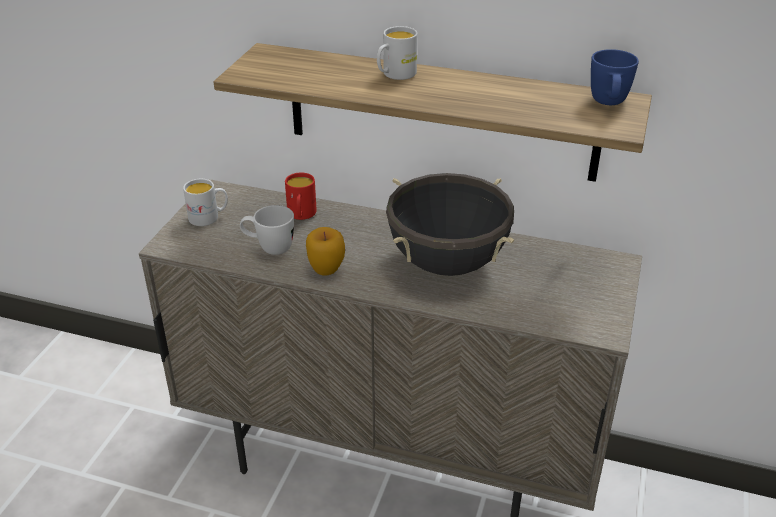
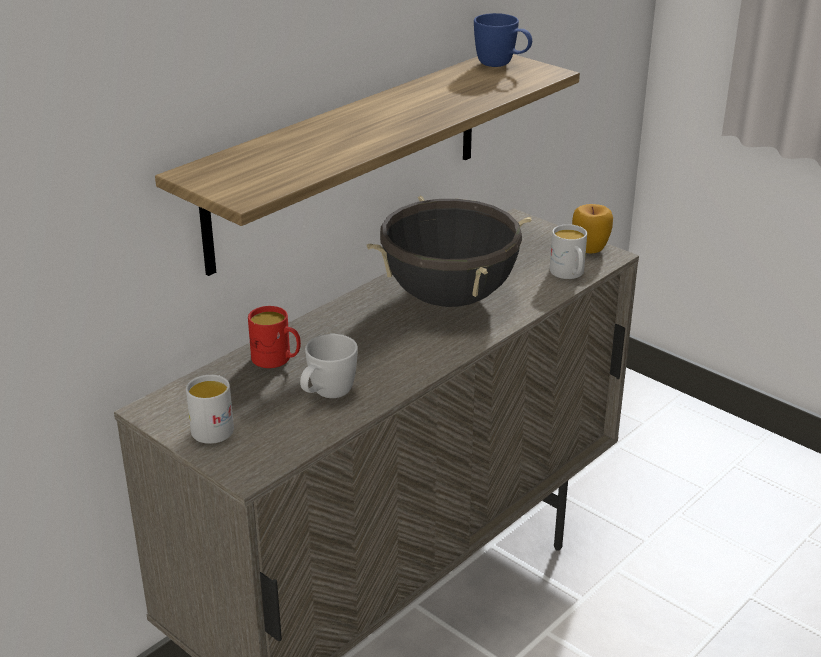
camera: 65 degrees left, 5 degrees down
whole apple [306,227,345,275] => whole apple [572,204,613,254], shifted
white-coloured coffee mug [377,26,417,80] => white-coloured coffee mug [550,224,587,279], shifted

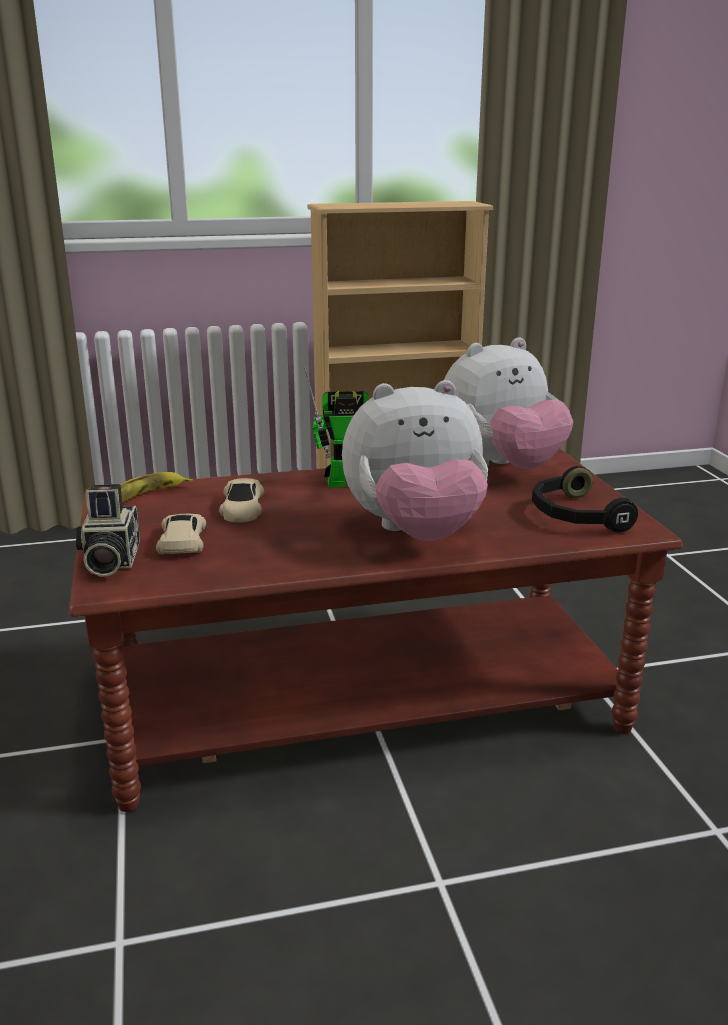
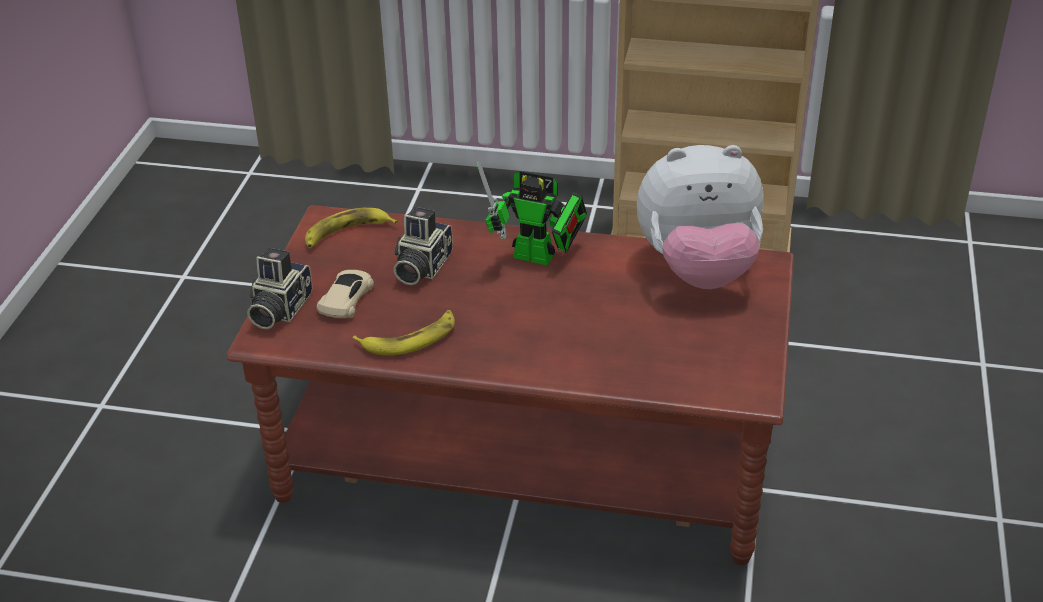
camera: 25 degrees right, 15 degrees up
plush toy [342,380,488,541] => nothing
black headset [532,466,638,533] => nothing
nothing => banana [353,310,455,355]
beige-coloured toy car [219,478,264,523] => photo camera [393,207,453,285]

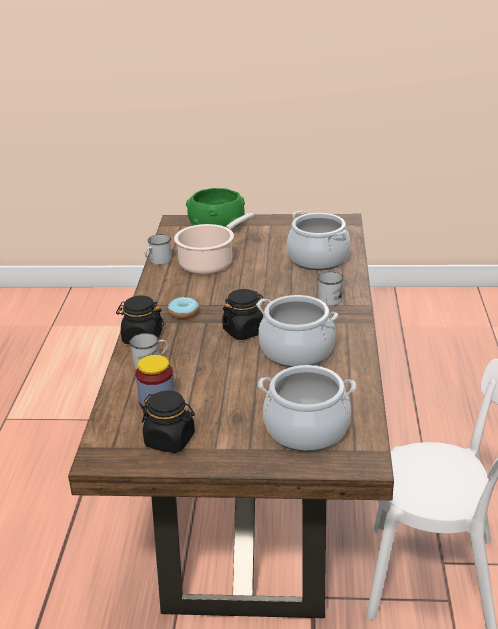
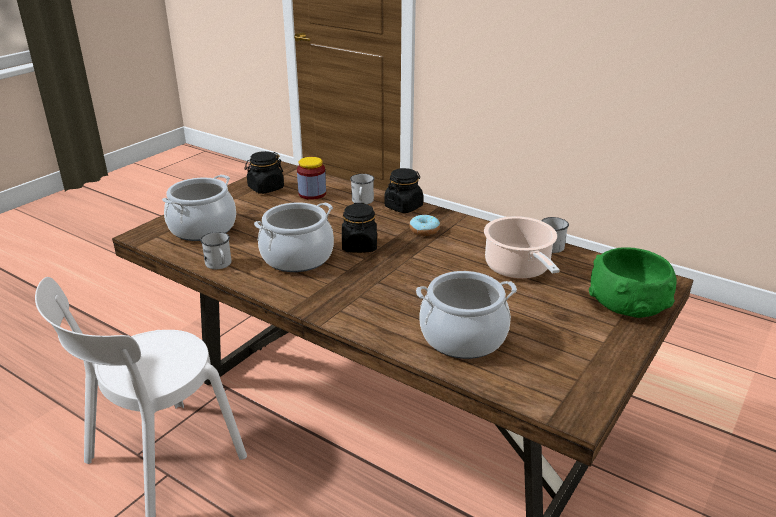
camera: 120 degrees right, 0 degrees up
white-coloured coffee mug [318,272,344,306] => white-coloured coffee mug [200,232,231,269], shifted

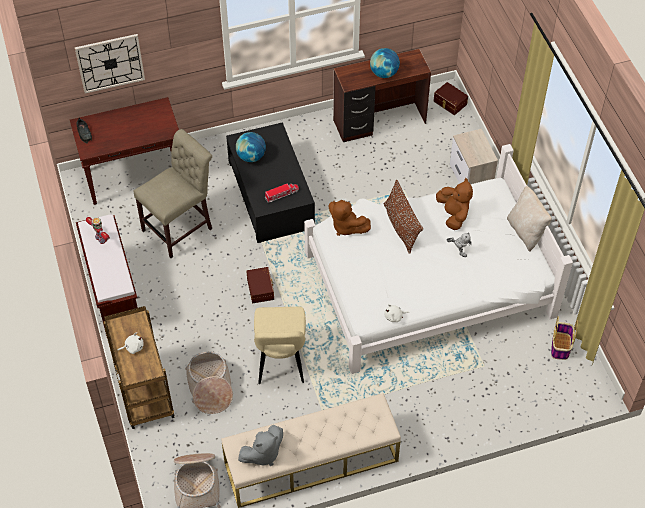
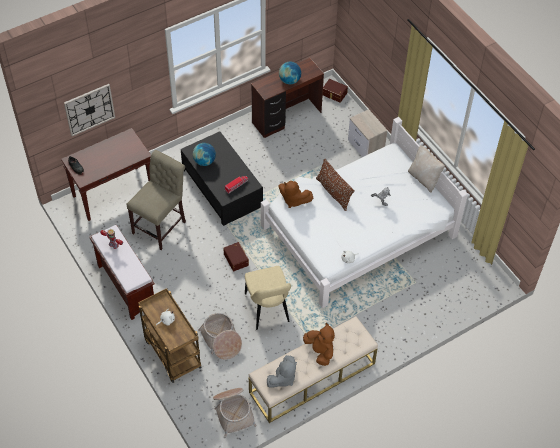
camera: 15 degrees left, 0 degrees up
storage basket [551,316,578,360] => nothing
brownish plush toy [436,178,473,230] => brownish plush toy [303,323,335,366], shifted

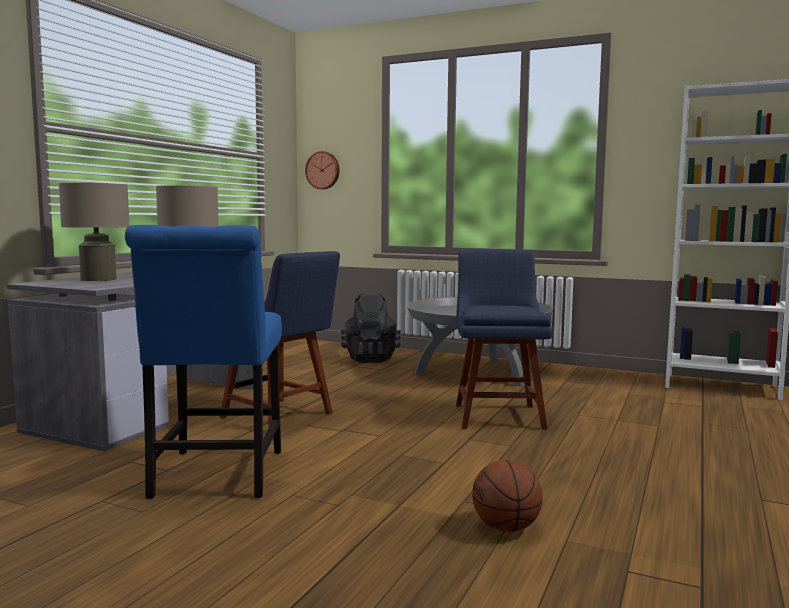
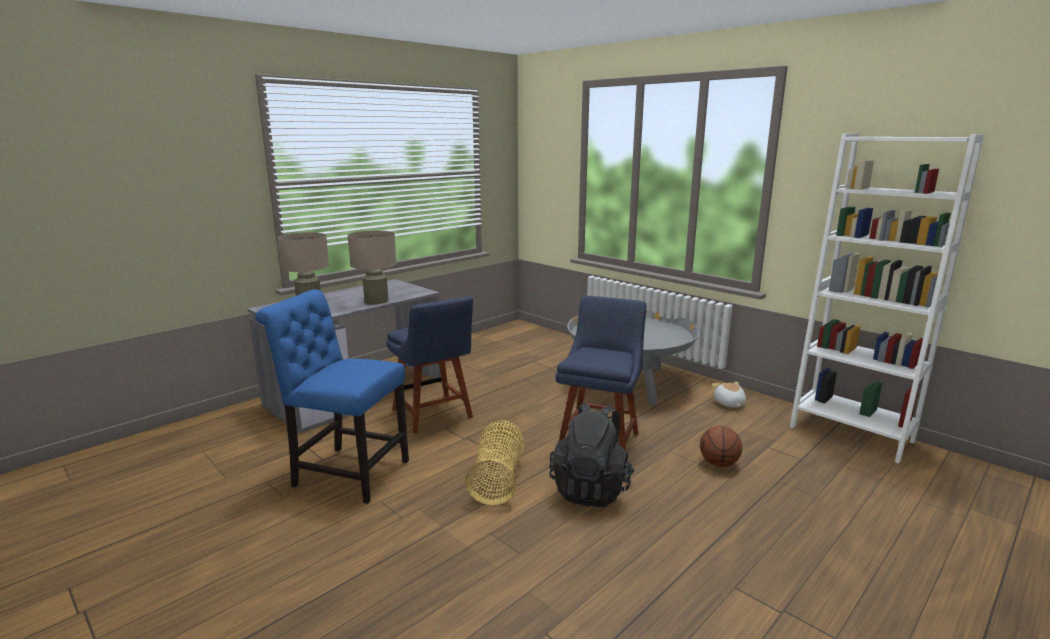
camera: 20 degrees right, 10 degrees up
clock on the wall [305,151,340,189] => nothing
nothing => storage basket [465,420,524,505]
nothing => plush toy [712,382,746,408]
black knapsack [341,294,401,363] => black knapsack [549,402,634,507], shifted
basketball [472,460,543,532] => basketball [700,426,742,467], shifted
blue upright chair [125,225,282,499] => blue upright chair [255,289,409,504], 90 degrees clockwise

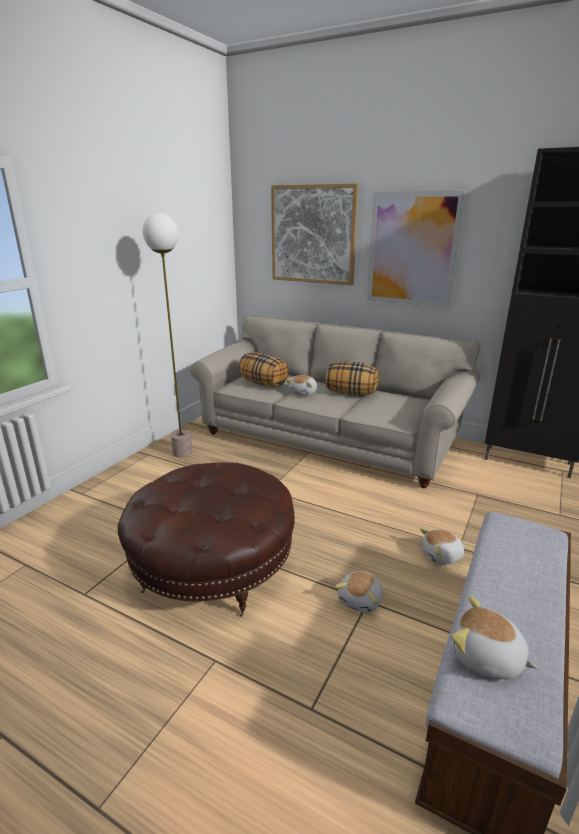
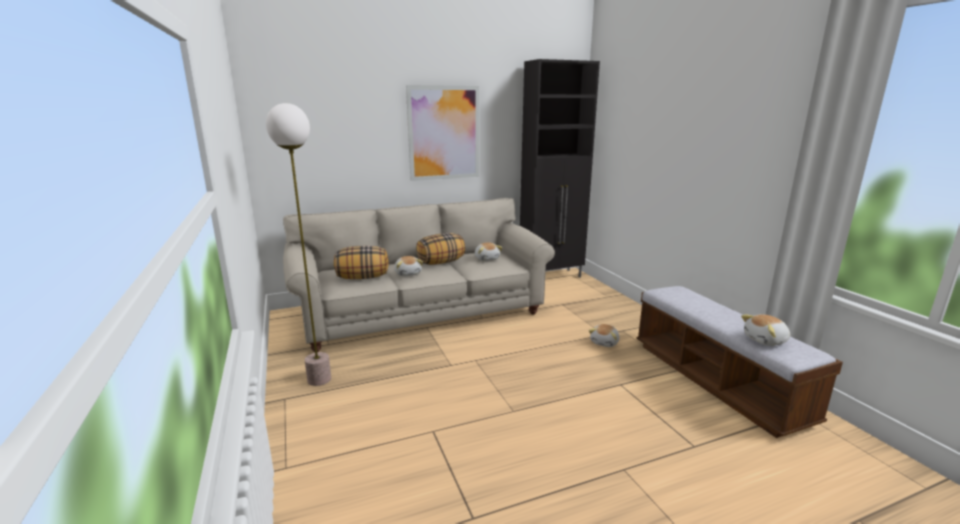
camera: 50 degrees left, 5 degrees down
brownish ottoman [118,462,295,617] => nothing
wall picture [271,183,359,286] => nothing
plush toy [335,571,383,613] => plush toy [475,242,503,261], shifted

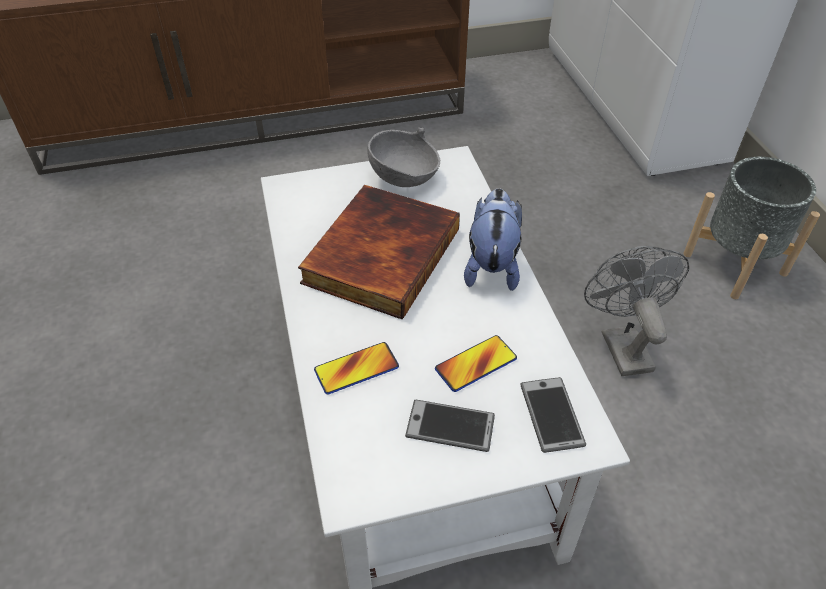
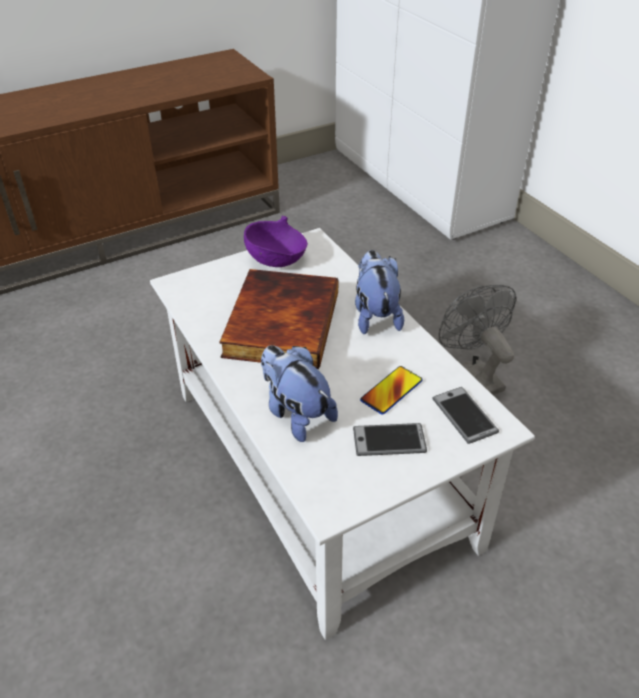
camera: 15 degrees left, 5 degrees down
grey plant pot [683,157,820,299] => nothing
phone [314,342,399,394] => plush toy [261,345,338,442]
grey serving bowl [367,127,440,187] => purple-coloured serving bowl [244,216,308,267]

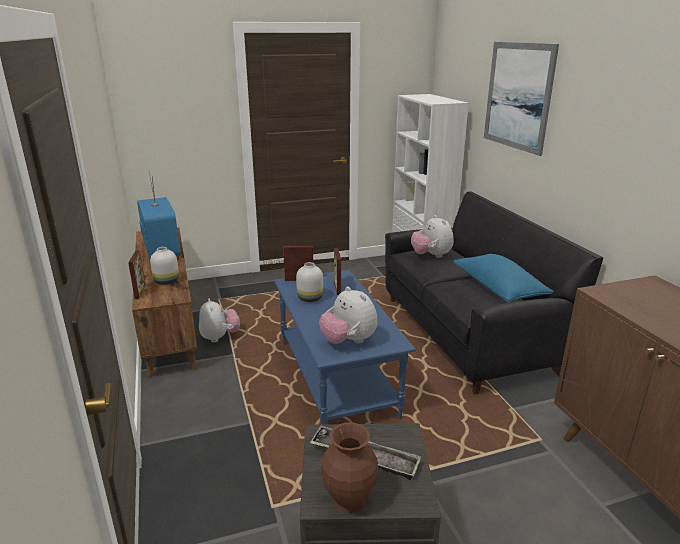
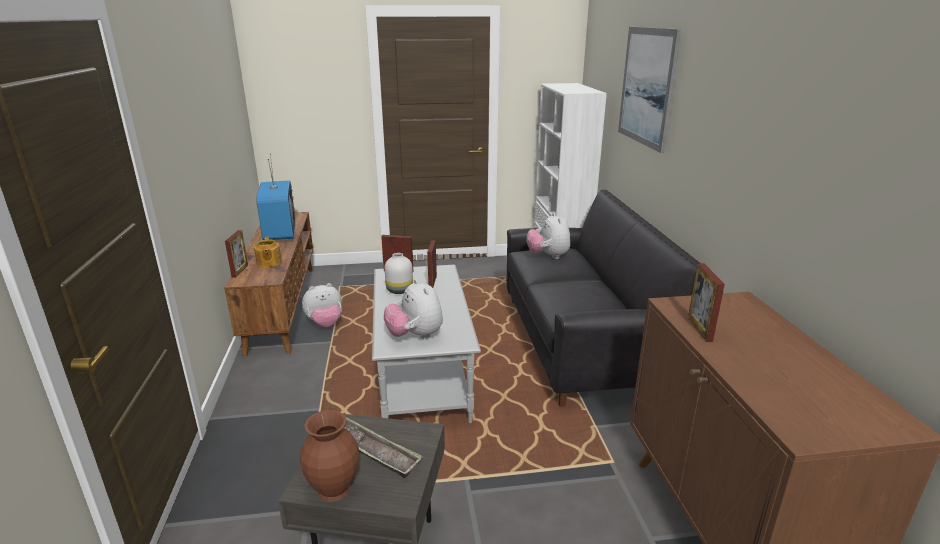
camera: 10 degrees right, 0 degrees up
blue throw pillow [453,254,554,302] => nothing
nothing => picture frame [688,263,725,342]
white-coloured flower vase [150,247,179,285] => teapot [254,237,282,267]
blue low table [274,270,416,425] => grey low table [372,265,481,423]
plush toy [199,299,240,343] => plush toy [302,283,342,327], 75 degrees clockwise

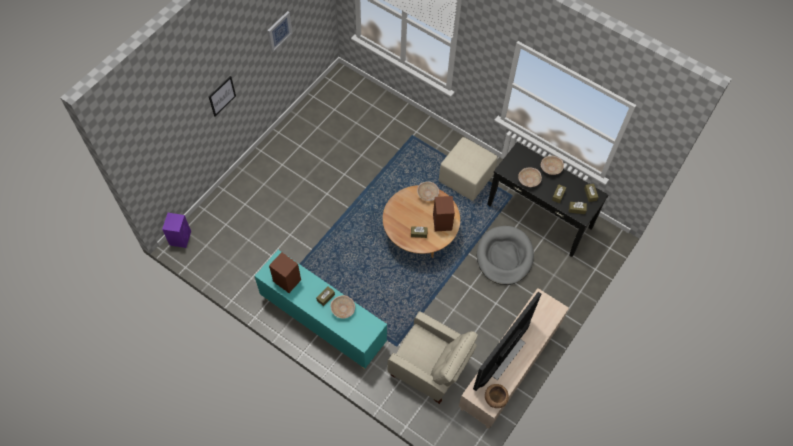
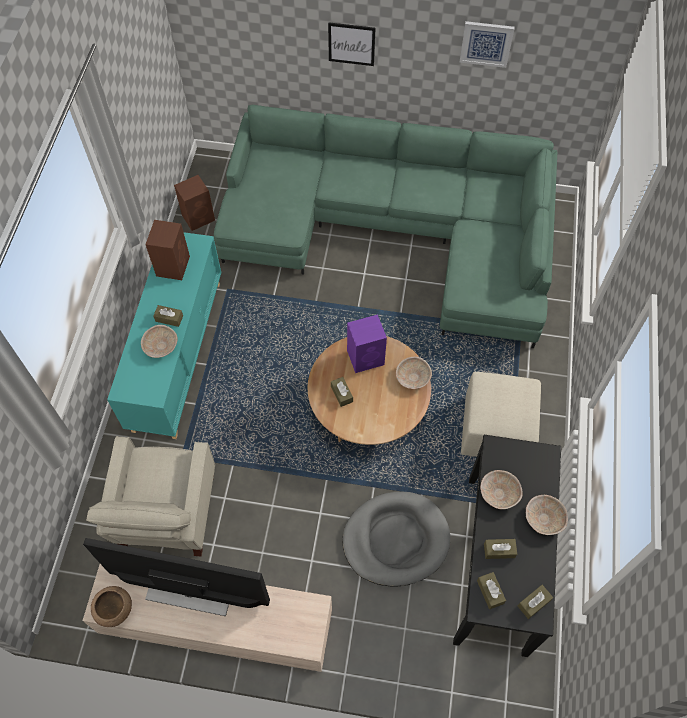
camera: 65 degrees right, 0 degrees up
nothing => greenish settee [214,105,558,348]
purple-coloured audio speaker [162,213,191,248] => purple-coloured audio speaker [347,314,387,373], shifted
brownish audio speaker [433,196,455,231] => brownish audio speaker [174,175,215,231], shifted

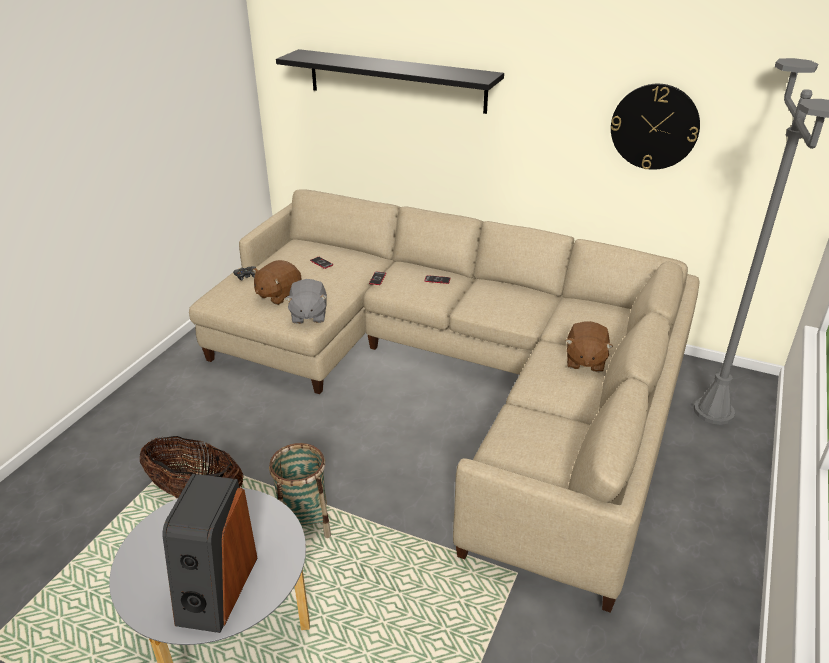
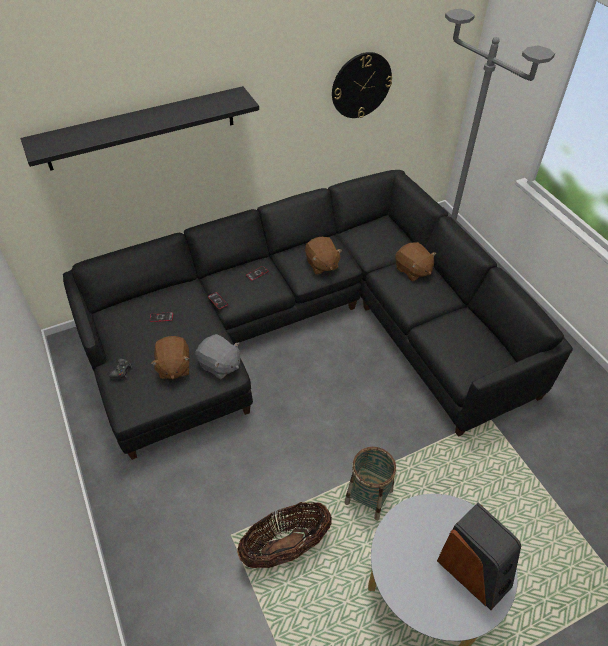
camera: 50 degrees left, 15 degrees up
nothing => brownish plush toy [305,237,342,275]
beige-coloured settee [189,189,699,613] => black settee [63,170,573,460]

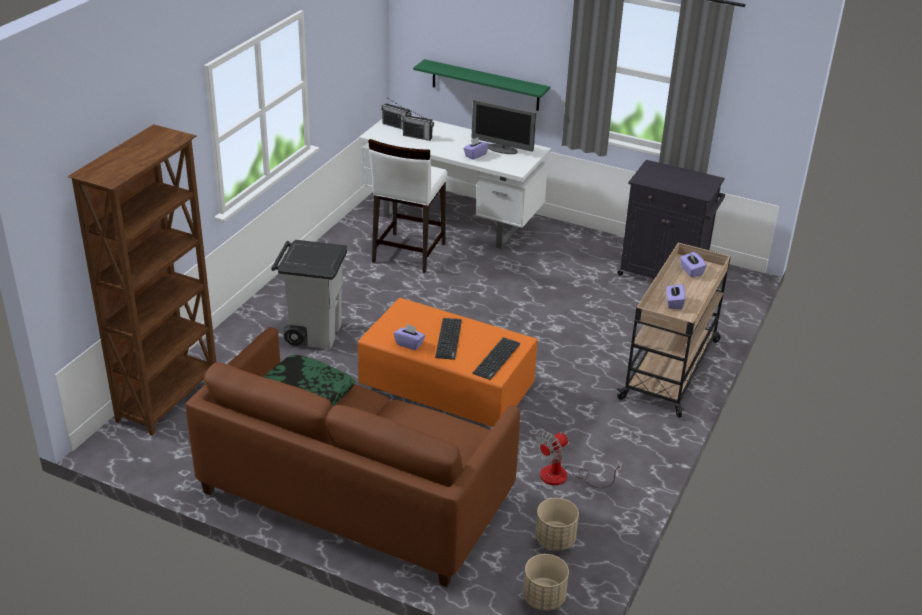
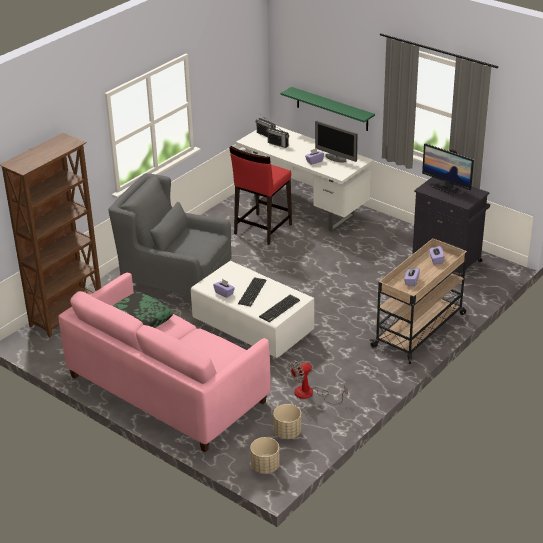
camera: 15 degrees right, 0 degrees up
nothing => computer screen [422,143,474,195]
grey trash can [272,240,347,349] => grey armchair [108,173,232,296]
brownish settee [185,327,520,587] => pink settee [58,272,271,452]
orange low table [358,298,538,427] => white-coloured low table [191,261,314,358]
white-coloured sitting stool [368,139,447,273] => red sitting stool [229,146,292,245]

